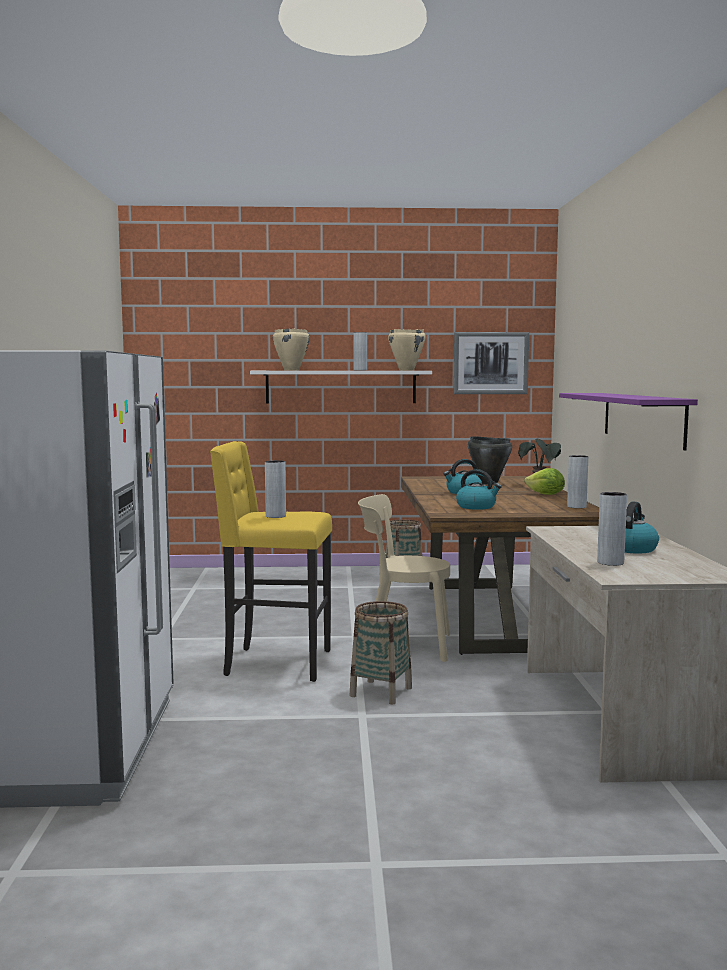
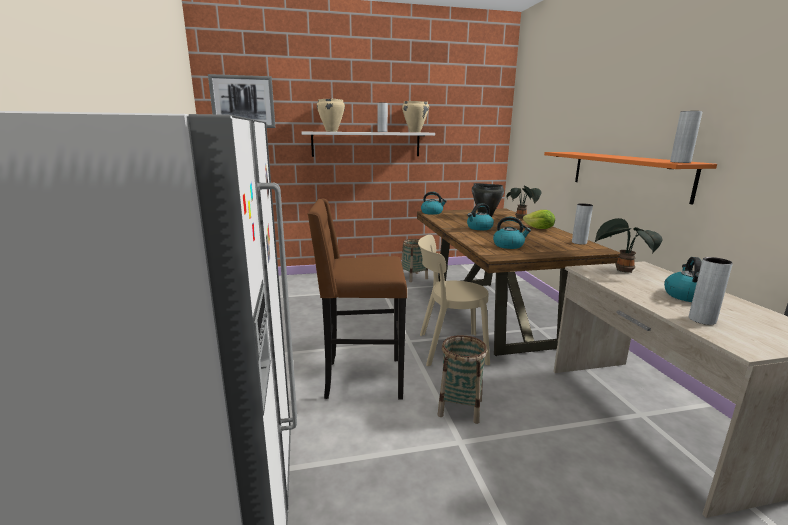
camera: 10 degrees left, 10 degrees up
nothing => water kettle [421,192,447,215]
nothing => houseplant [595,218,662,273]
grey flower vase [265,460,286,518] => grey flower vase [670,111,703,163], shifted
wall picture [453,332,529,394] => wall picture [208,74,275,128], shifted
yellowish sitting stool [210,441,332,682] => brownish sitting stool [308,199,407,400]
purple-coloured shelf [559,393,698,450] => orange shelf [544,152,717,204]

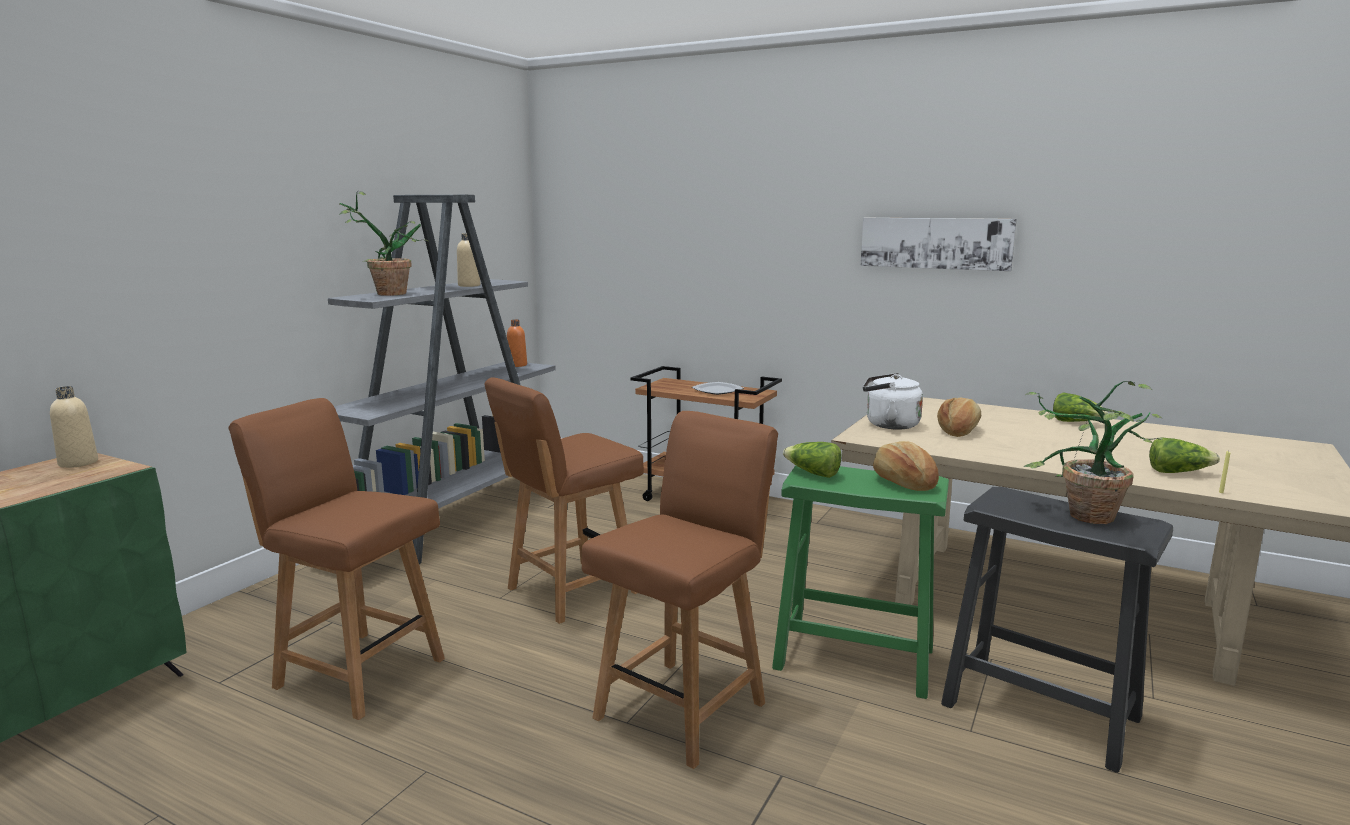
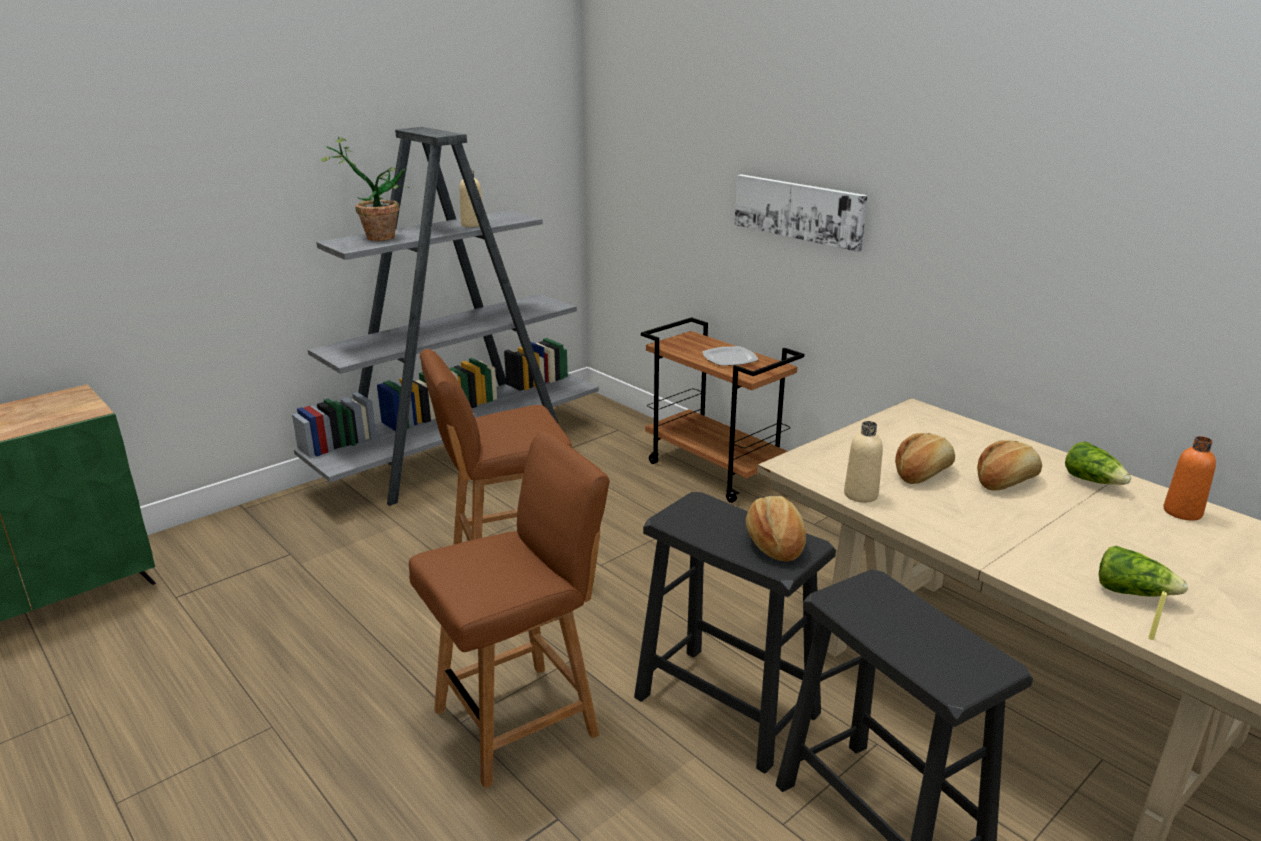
camera: 20 degrees right, 10 degrees up
brownish upright chair [228,398,445,720] => nothing
lettuce head [783,442,842,478] => nothing
white-coloured water kettle [863,373,923,430] => nothing
houseplant [1024,381,1163,524] => nothing
nothing => baked bread [977,440,1042,491]
beige-coloured beverage bottle [50,386,98,468] => beige-coloured beverage bottle [844,421,883,502], shifted
orange beverage bottle [507,320,527,367] => orange beverage bottle [1164,436,1216,521], shifted
wall picture [861,218,1017,271] => wall picture [735,174,868,252], shifted
greenish sitting stool [772,465,949,699] => black sitting stool [634,492,836,774]

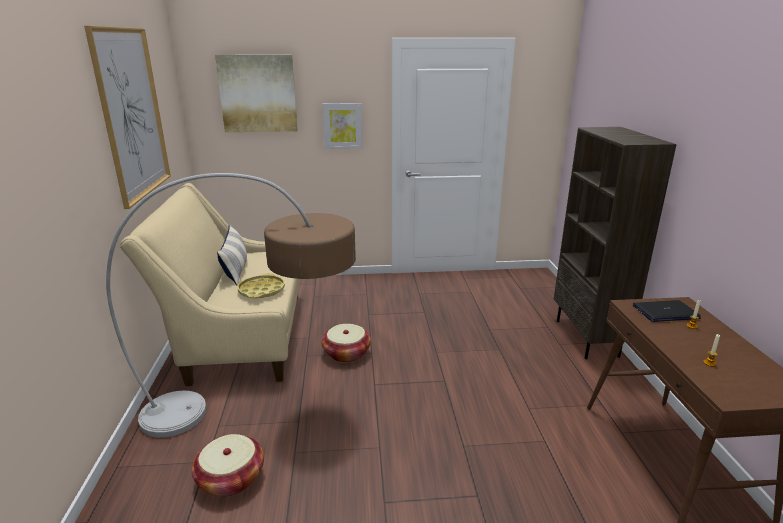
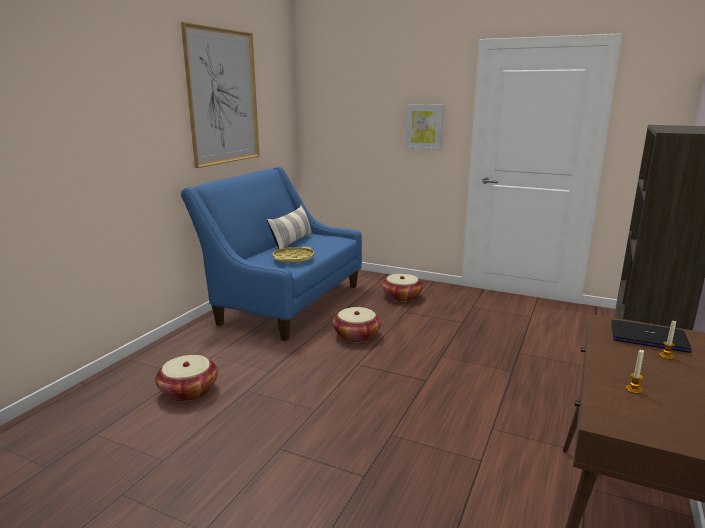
camera: 30 degrees right, 5 degrees down
standard lamp [106,173,356,438] => nothing
wall picture [215,55,298,132] => nothing
nothing => storage basket [382,274,423,302]
beige-coloured settee [120,183,302,386] => blue settee [181,167,362,341]

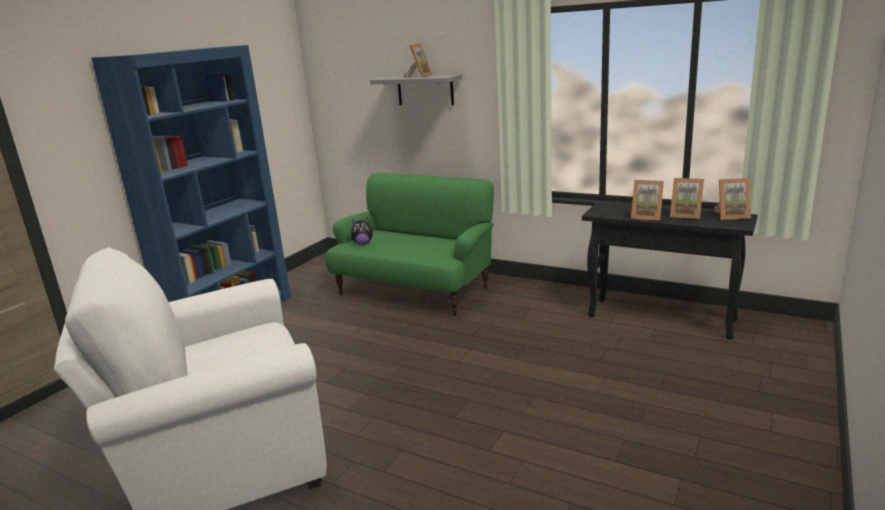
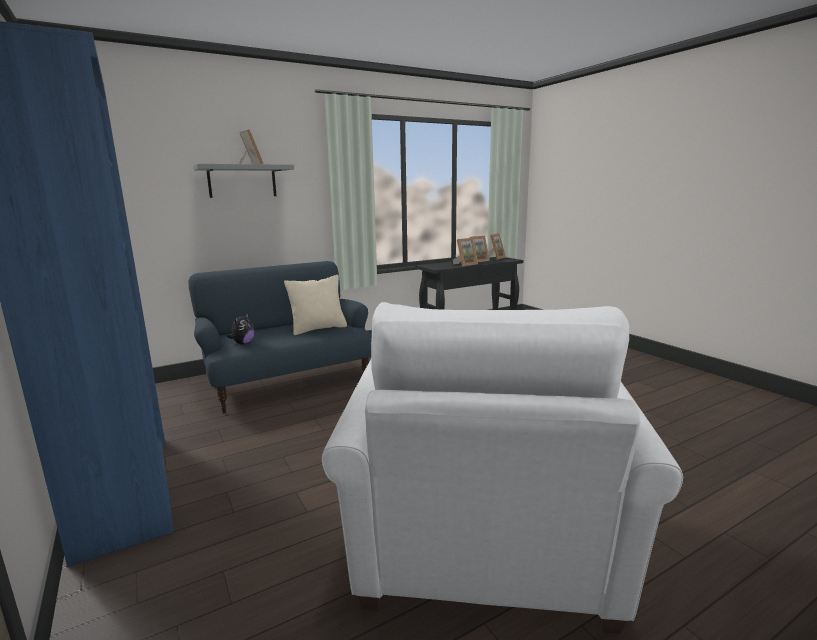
camera: 60 degrees left, 5 degrees down
nothing => beige-coloured throw pillow [284,275,347,335]
greenish settee [325,173,494,316] => blue settee [188,261,372,414]

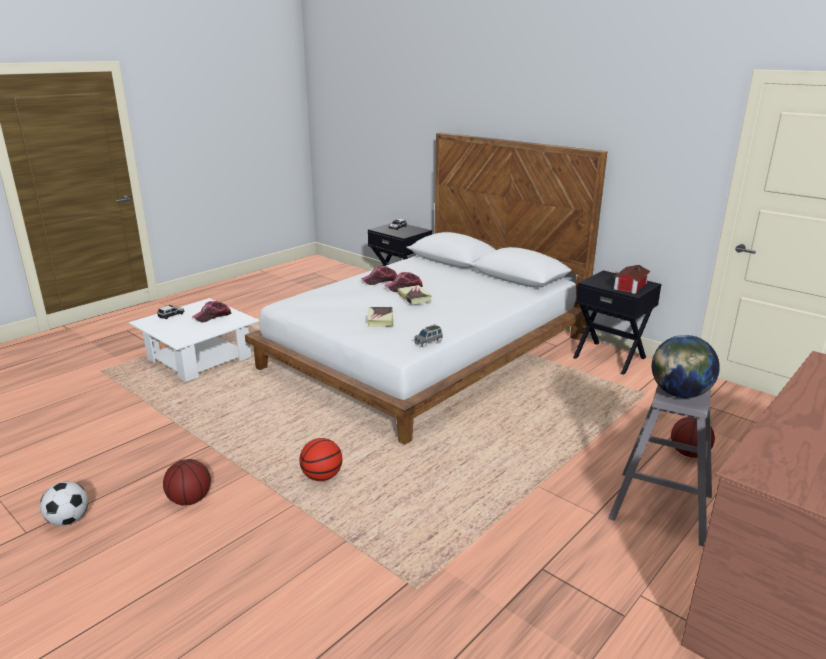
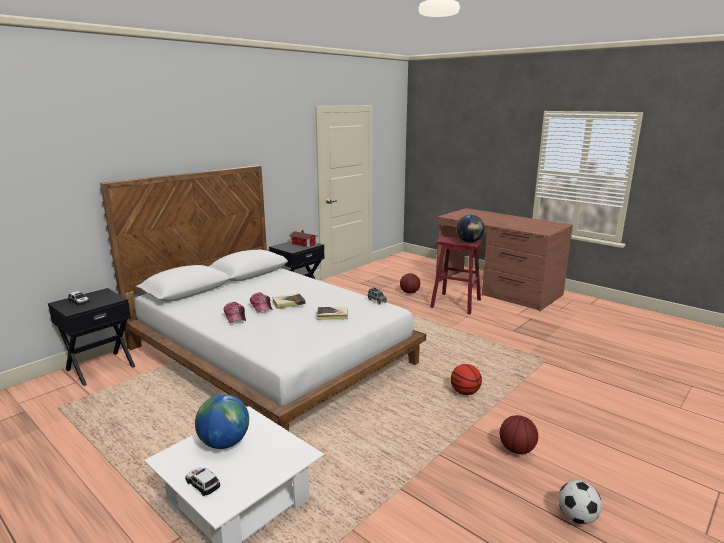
camera: 90 degrees left, 5 degrees down
cap [192,301,232,322] => globe [195,394,249,449]
grey sitting stool [608,385,712,547] => red sitting stool [430,237,483,314]

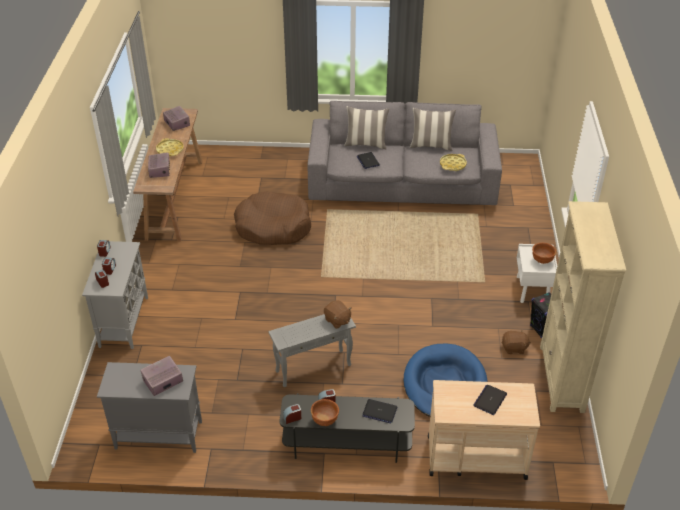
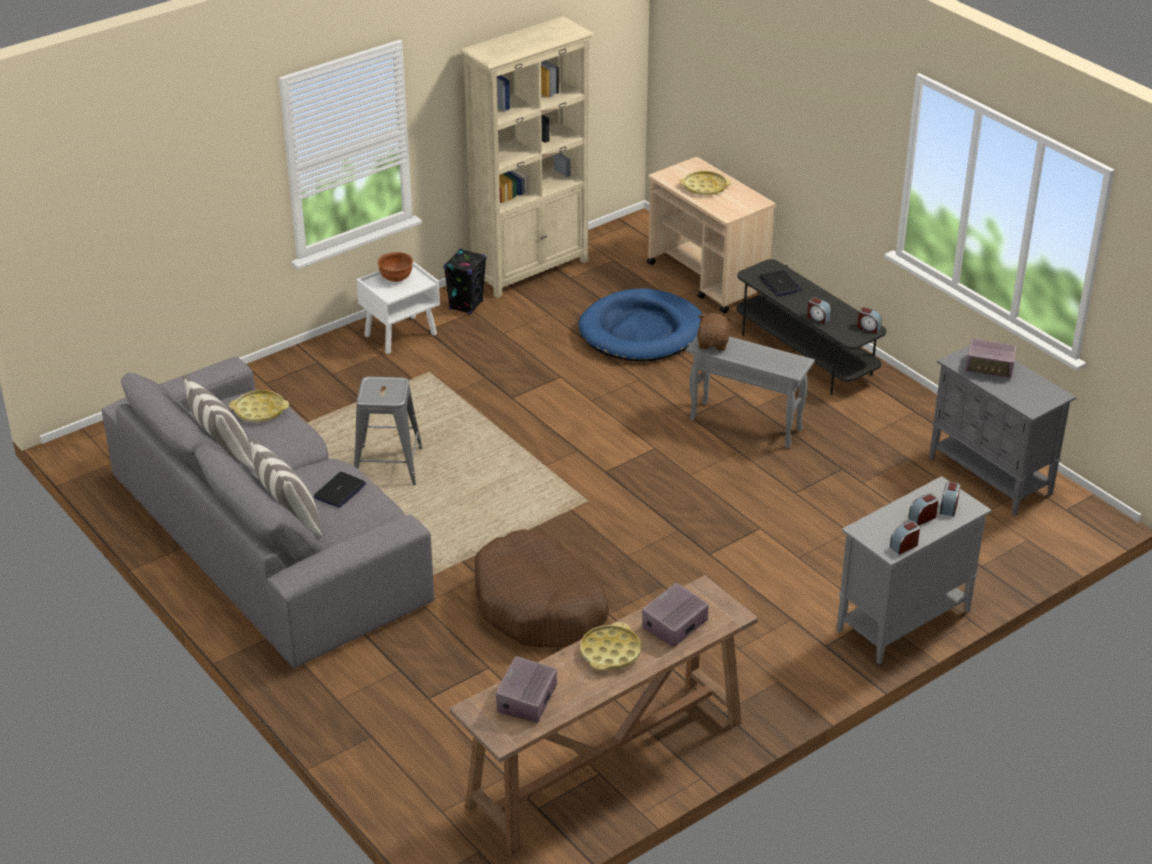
camera: 130 degrees left, 5 degrees down
brownish serving bowl [311,399,339,426] => nothing
brownish plush toy [502,329,531,354] => nothing
nothing => grey sitting stool [354,377,423,485]
portable computer [473,385,507,415] => yellowish carrying tray [679,171,731,196]

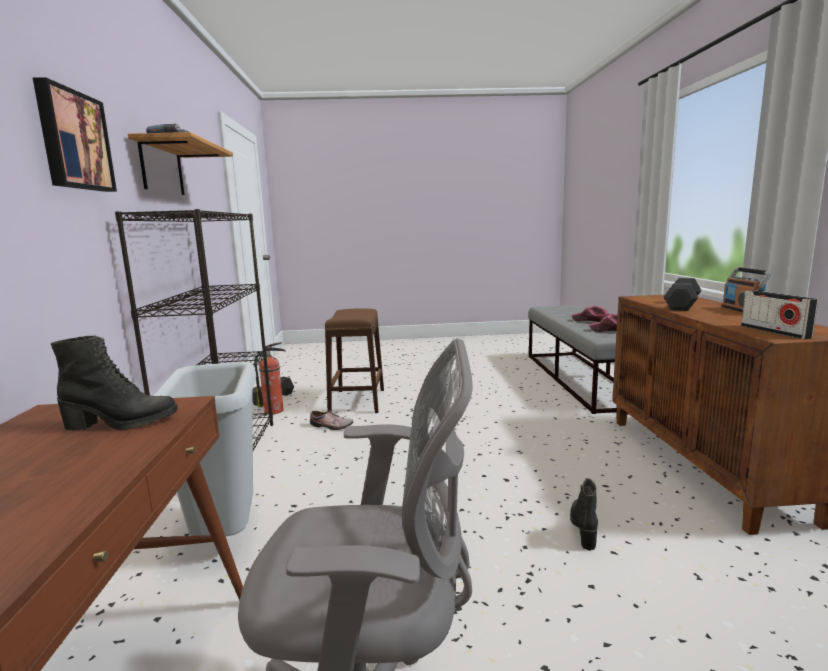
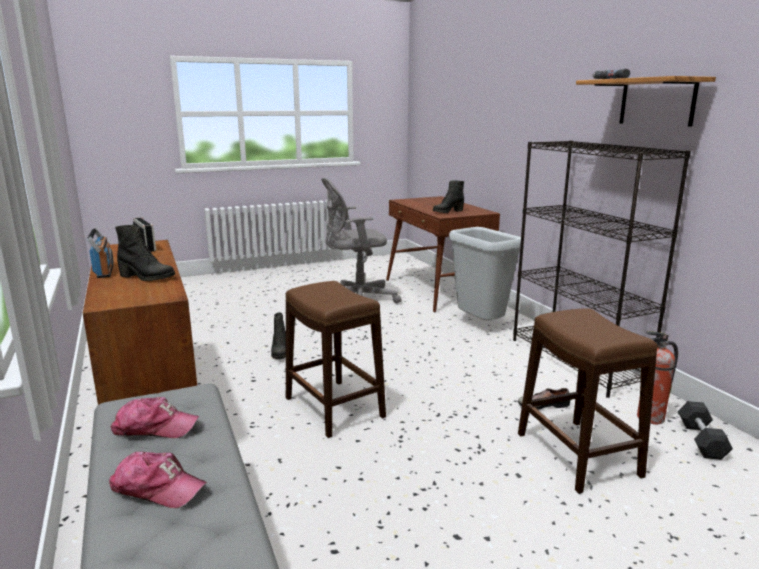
camera: 160 degrees right, 5 degrees up
wall picture [33,77,117,192] => nothing
nothing => brownish sitting stool [286,281,386,438]
grey hand weight [664,278,701,311] => black boot [115,225,175,281]

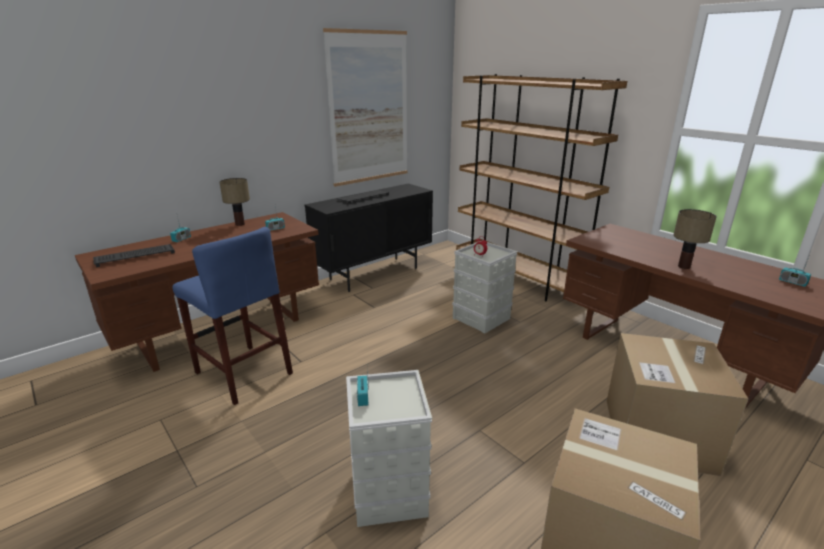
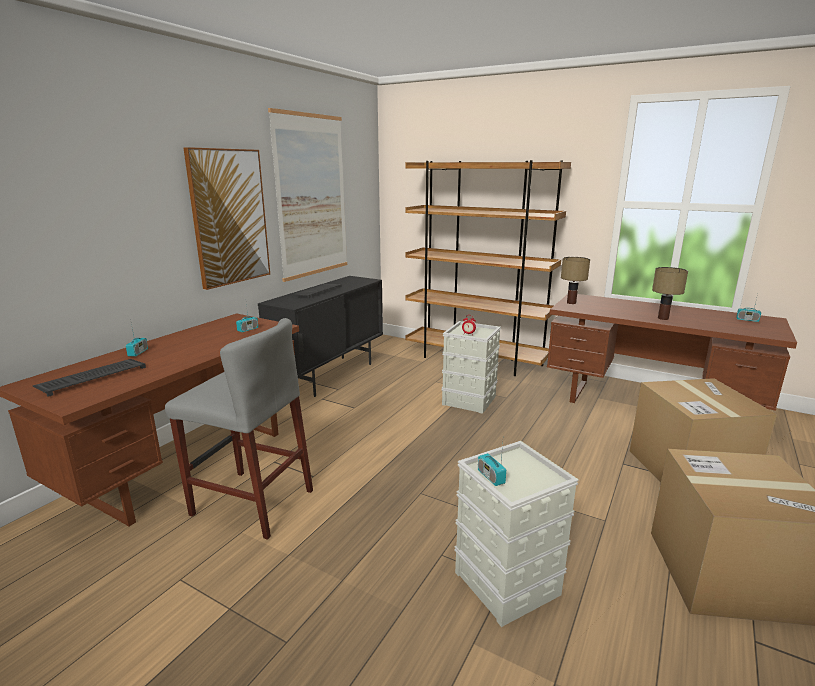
camera: 20 degrees left, 5 degrees down
nothing => wall picture [183,147,270,290]
tabletop lamp [219,178,250,226] => tabletop lamp [561,257,590,304], shifted
blue sitting stool [172,227,293,405] => grey sitting stool [165,318,313,540]

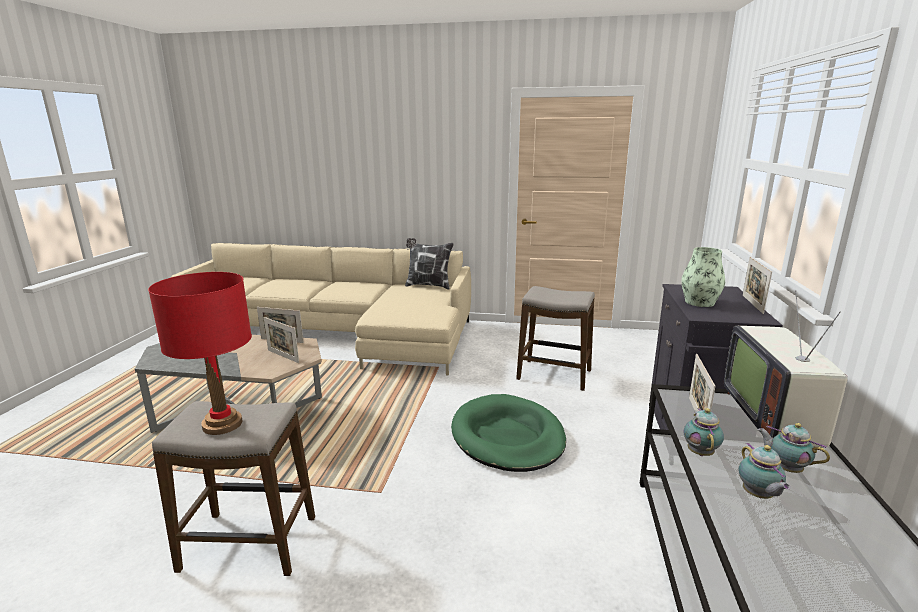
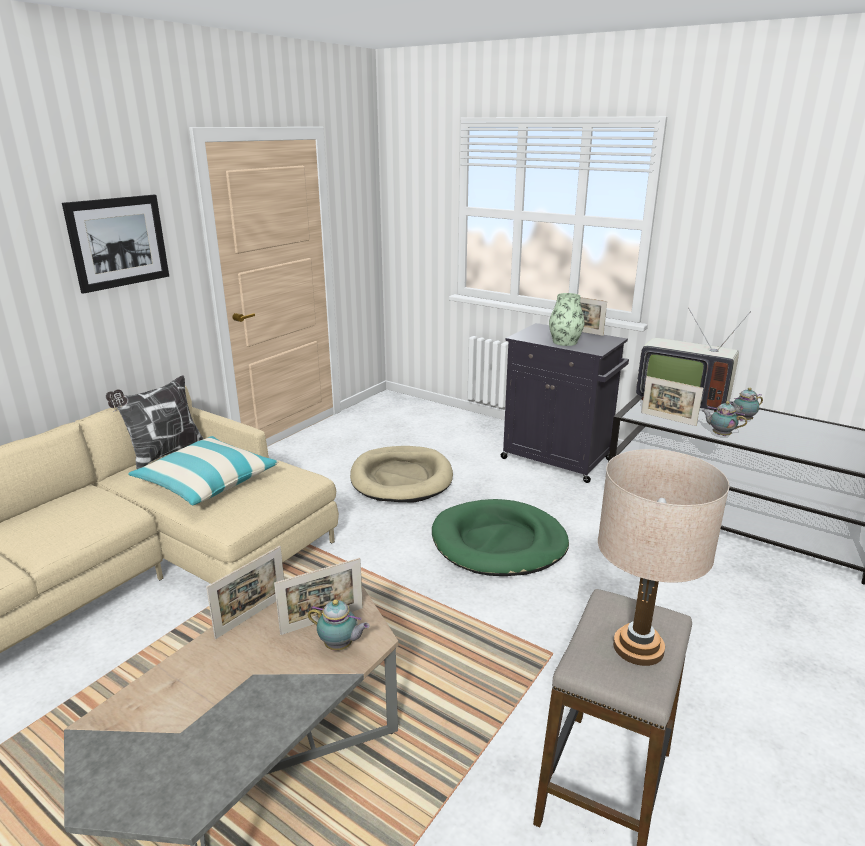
camera: 65 degrees left, 5 degrees up
nothing => wall picture [62,195,169,294]
nothing => throw pillow [128,436,279,506]
teapot [739,443,791,499] => teapot [308,599,370,651], shifted
sitting stool [516,286,595,391] => beige-coloured pet bed [350,446,453,502]
red tabletop lamp [148,272,252,435] => beige-coloured tabletop lamp [598,449,729,666]

